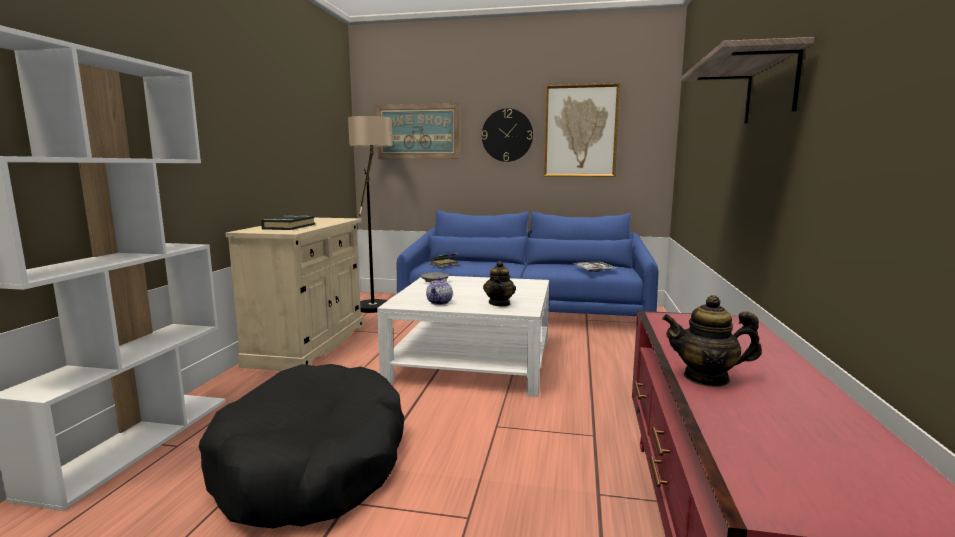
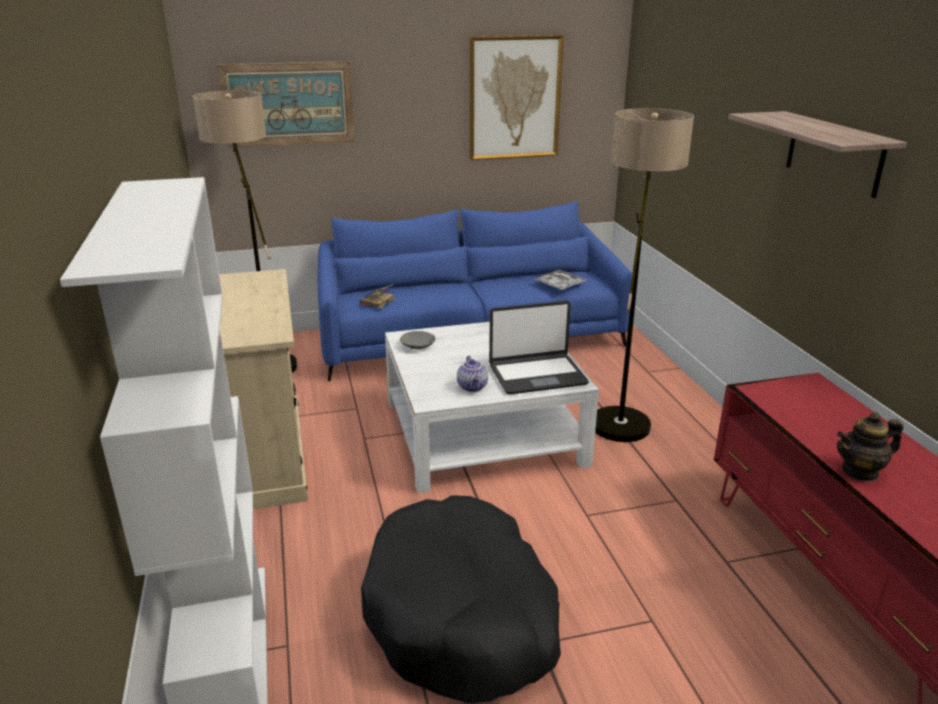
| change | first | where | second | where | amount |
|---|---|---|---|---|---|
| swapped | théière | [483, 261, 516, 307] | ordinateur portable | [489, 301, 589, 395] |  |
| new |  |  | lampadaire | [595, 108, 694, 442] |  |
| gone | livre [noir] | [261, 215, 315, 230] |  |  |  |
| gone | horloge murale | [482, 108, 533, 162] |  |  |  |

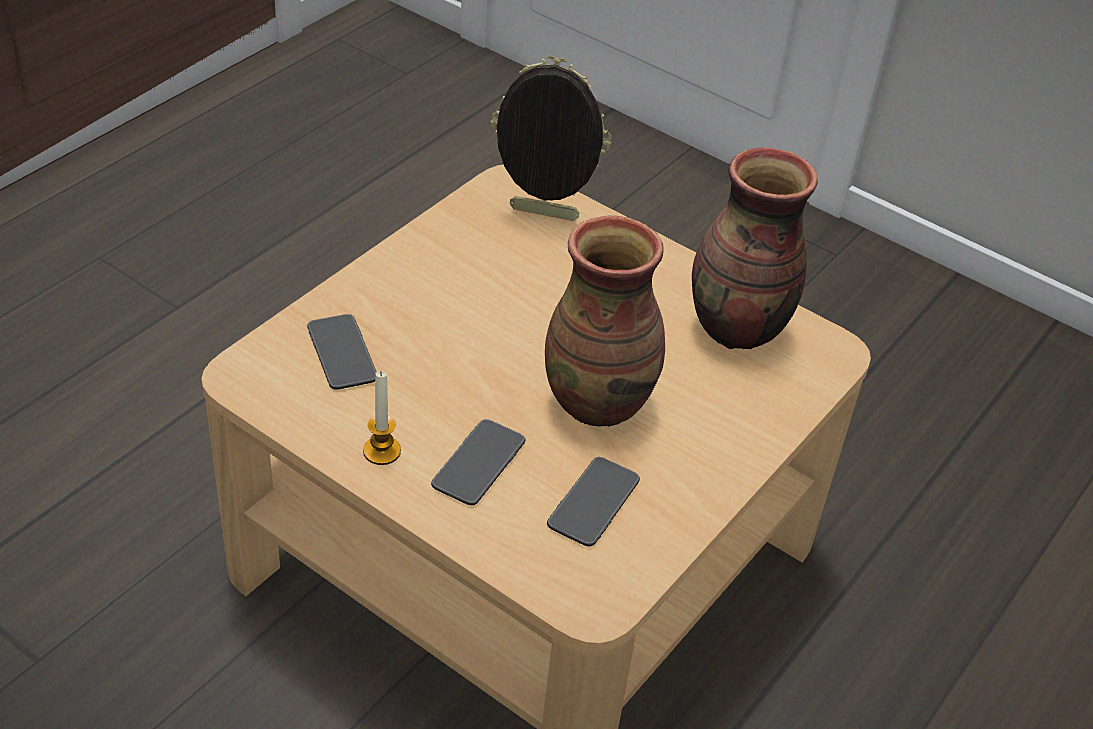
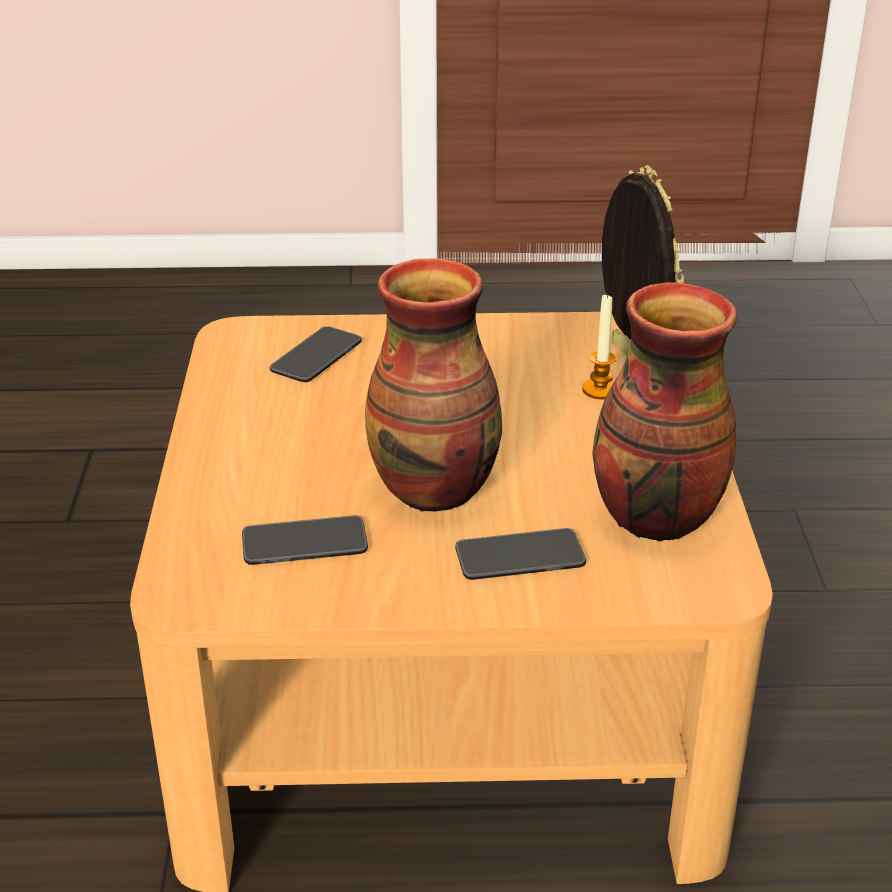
| change | first | where | second | where | amount |
|---|---|---|---|---|---|
| shifted | téléphone | [431, 419, 525, 505] |  | [455, 528, 586, 580] |  |
| shifted | bougie | [363, 371, 401, 465] |  | [582, 293, 617, 399] |  |

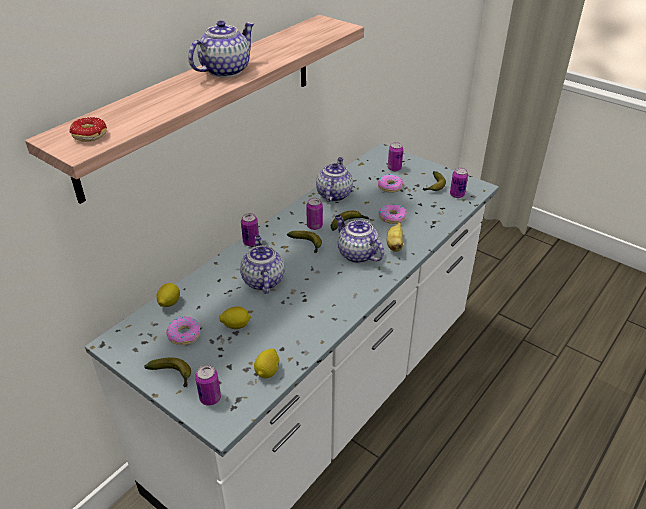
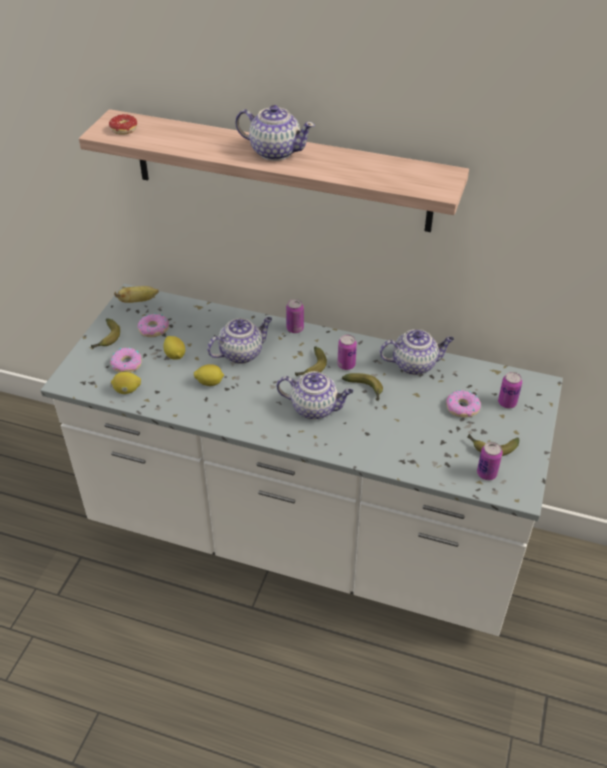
| change | first | where | second | where | amount |
|---|---|---|---|---|---|
| shifted | beignet | [378, 204, 406, 224] |  | [110, 348, 142, 373] |  |
| shifted | banane | [387, 223, 403, 252] |  | [114, 286, 159, 303] |  |
| shifted | citron | [156, 283, 180, 307] |  | [194, 364, 224, 386] |  |
| rotated | théière | [335, 215, 384, 263] |  | [276, 371, 353, 420] | 75 degrees clockwise |
| gone | boîte métallique | [195, 365, 221, 406] |  |  |  |

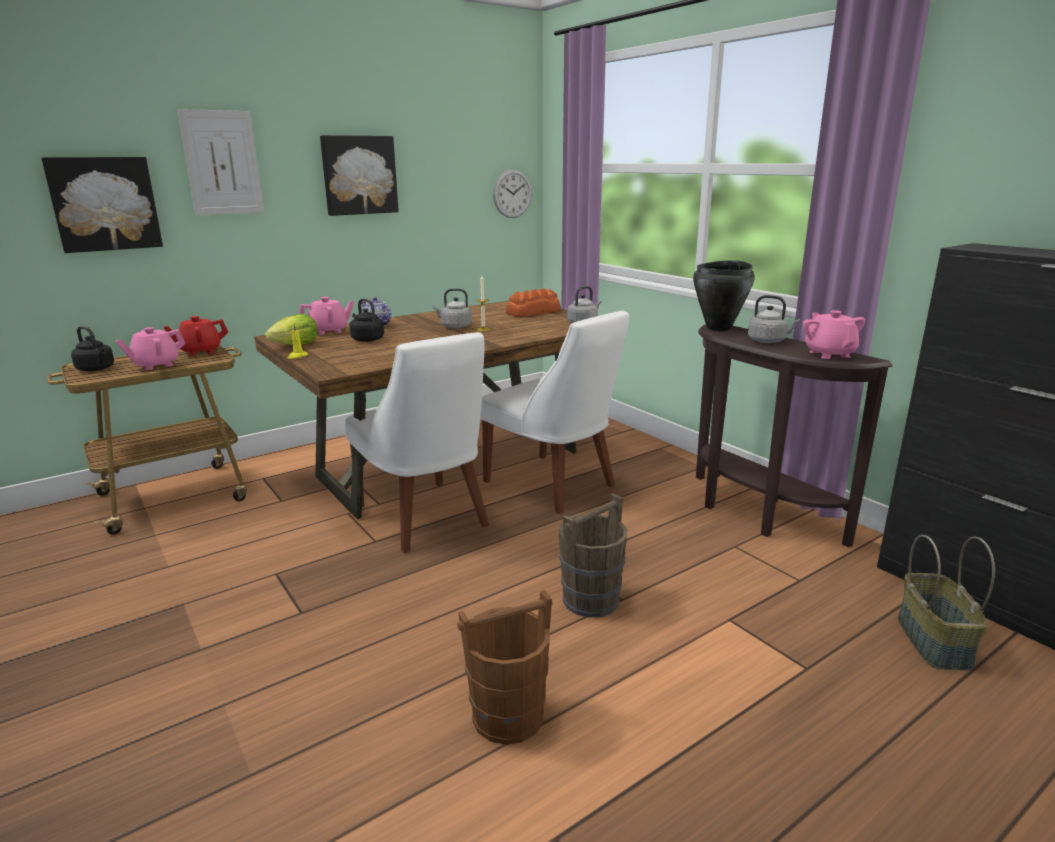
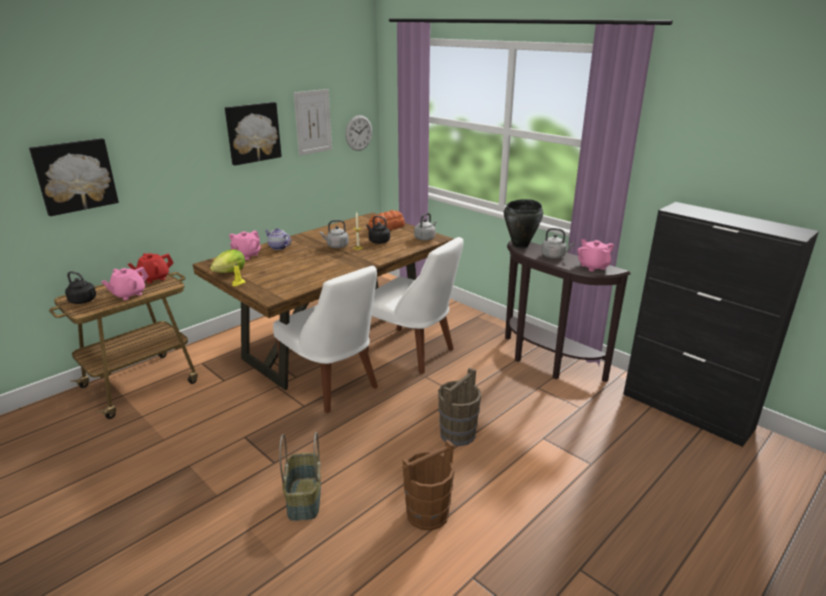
| change | first | where | second | where | amount |
|---|---|---|---|---|---|
| rotated | théière [rose] | [299, 297, 354, 335] |  | [229, 231, 261, 260] | 150 degrees clockwise |
| shifted | panier | [898, 535, 995, 671] |  | [279, 432, 321, 521] |  |
| shifted | tableau | [177, 109, 264, 216] |  | [294, 89, 332, 156] |  |
| shifted | bouilloire [noir] | [350, 299, 384, 342] |  | [366, 216, 390, 244] |  |

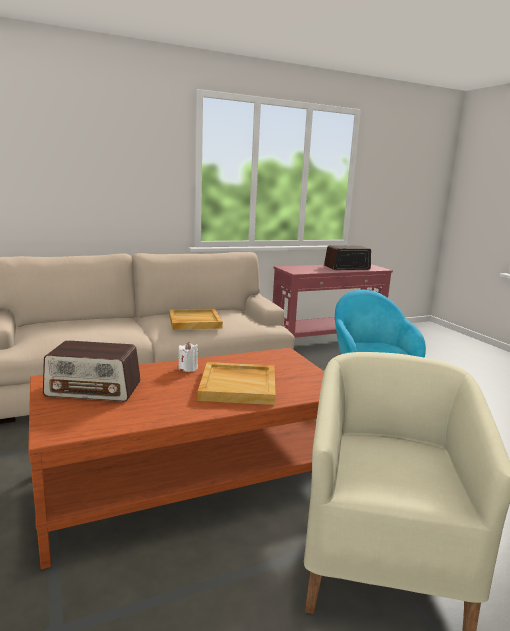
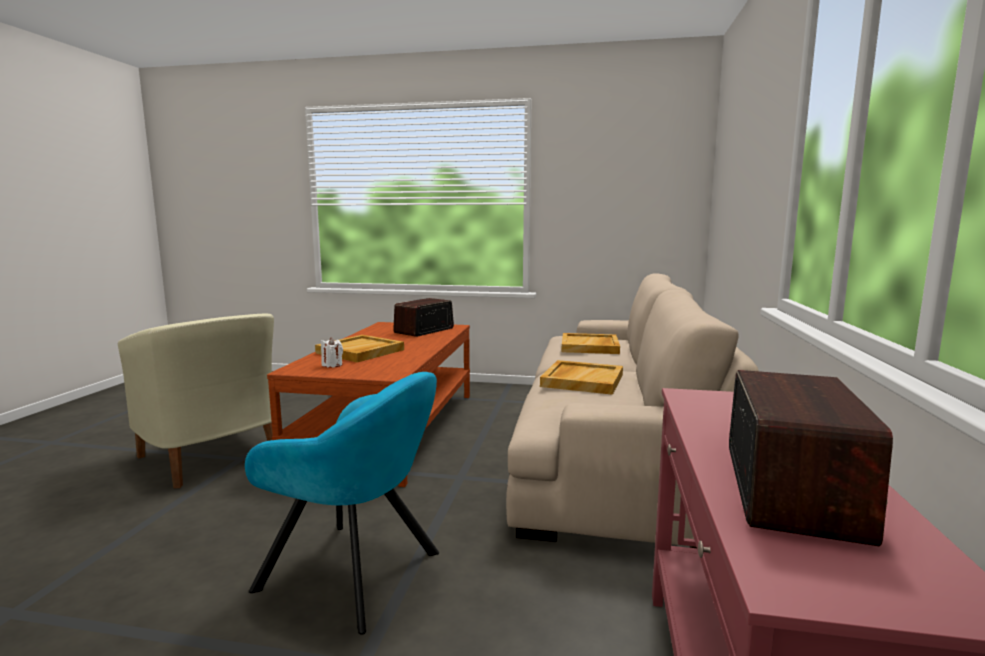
| change | first | where | second | where | amount |
|---|---|---|---|---|---|
| shifted | bougie [blanc] | [179, 342, 198, 372] |  | [321, 338, 343, 368] |  |
| new |  |  | plateau [beige] | [561, 333, 620, 354] |  |

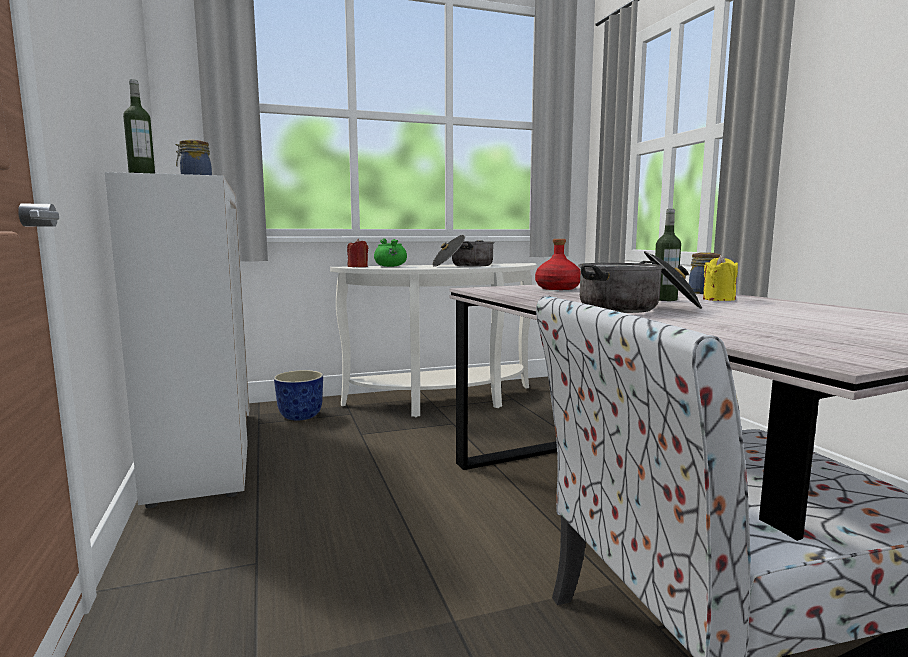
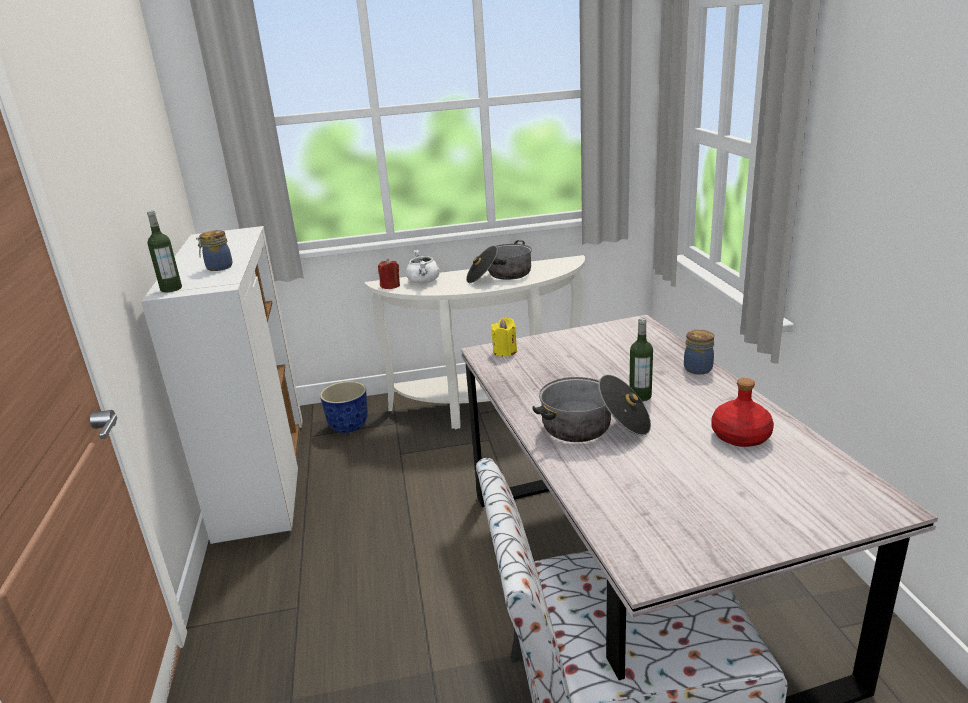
| change | first | where | second | where | amount |
|---|---|---|---|---|---|
| repainted | marmite [vert] | [374, 238, 407, 267] | marmite [blanc] | [406, 250, 440, 283] |  |
| shifted | bougie [jaune] | [703, 255, 738, 301] |  | [491, 317, 517, 357] |  |
| shifted | bouteille [rouge] | [535, 239, 580, 290] |  | [711, 378, 774, 447] |  |

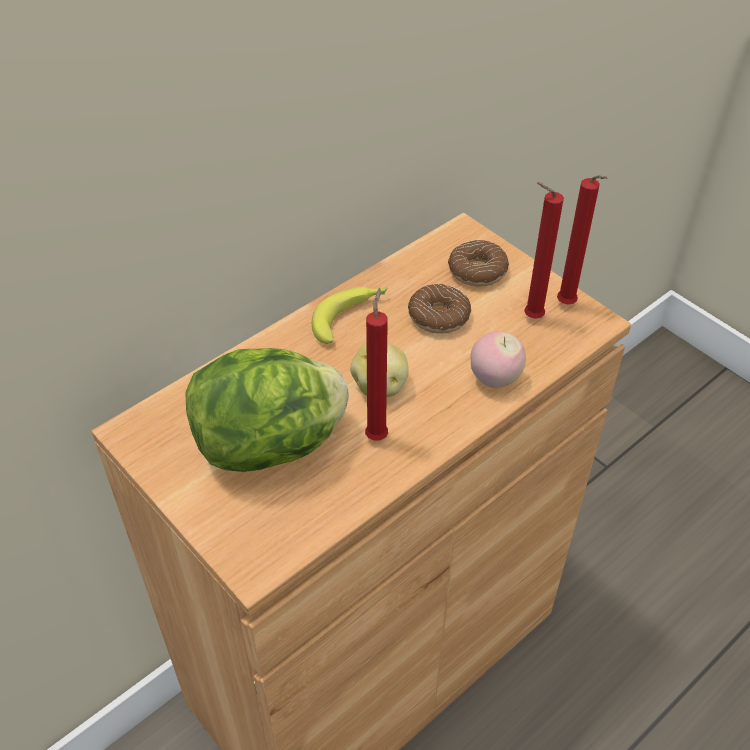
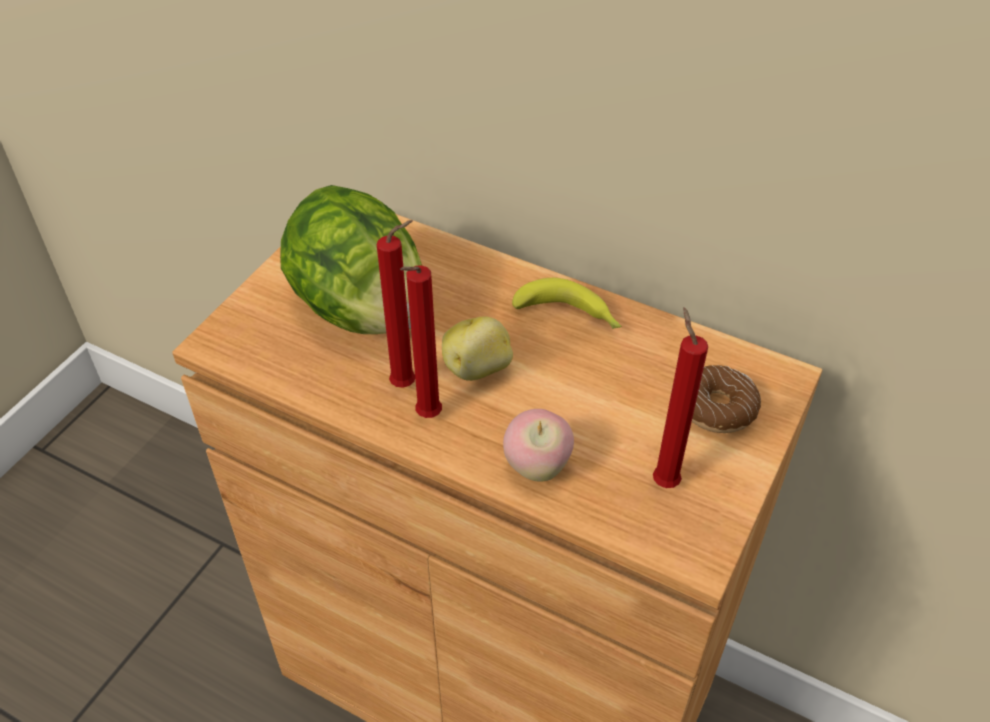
| change | first | where | second | where | amount |
|---|---|---|---|---|---|
| shifted | bougie [rouge] | [557, 175, 607, 305] |  | [400, 265, 442, 418] |  |
| gone | beignet | [408, 284, 471, 334] |  |  |  |

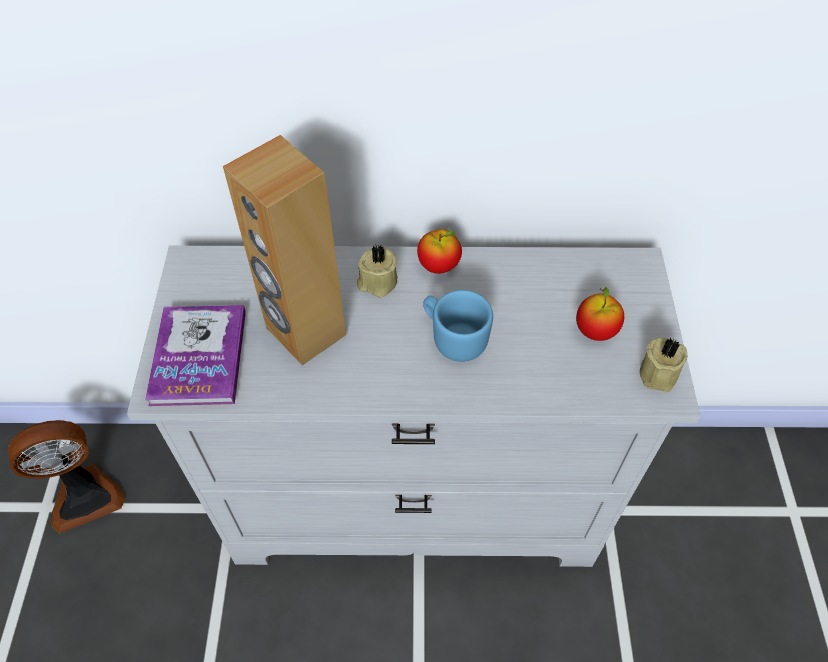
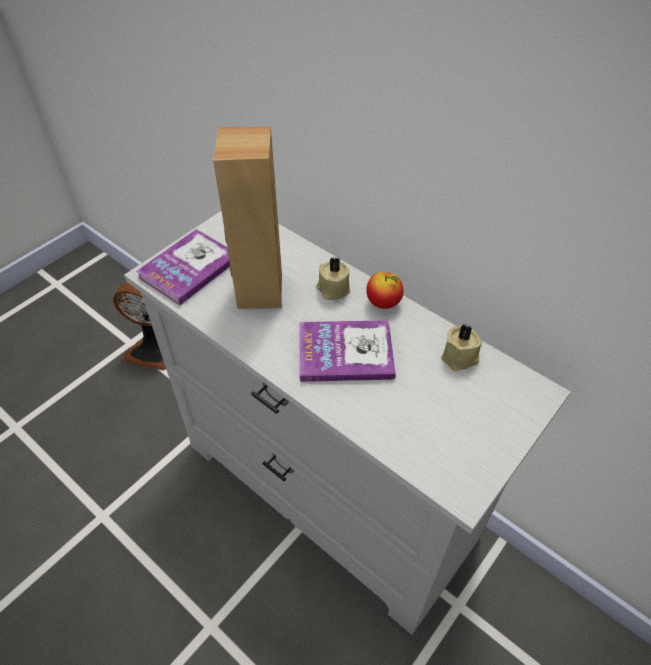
| change | first | where | second | where | amount |
|---|---|---|---|---|---|
| swapped | mug [bleu] | [423, 290, 493, 362] | livre | [300, 320, 396, 382] |  |
| shifted | bougie [beige] | [640, 338, 687, 392] |  | [441, 324, 482, 371] |  |
| gone | pomme | [576, 287, 624, 341] |  |  |  |

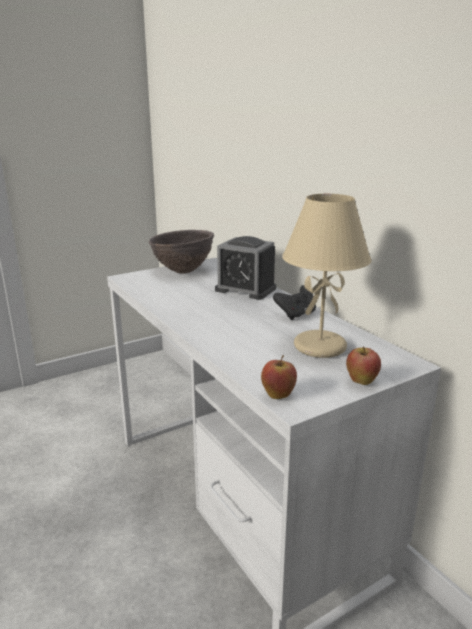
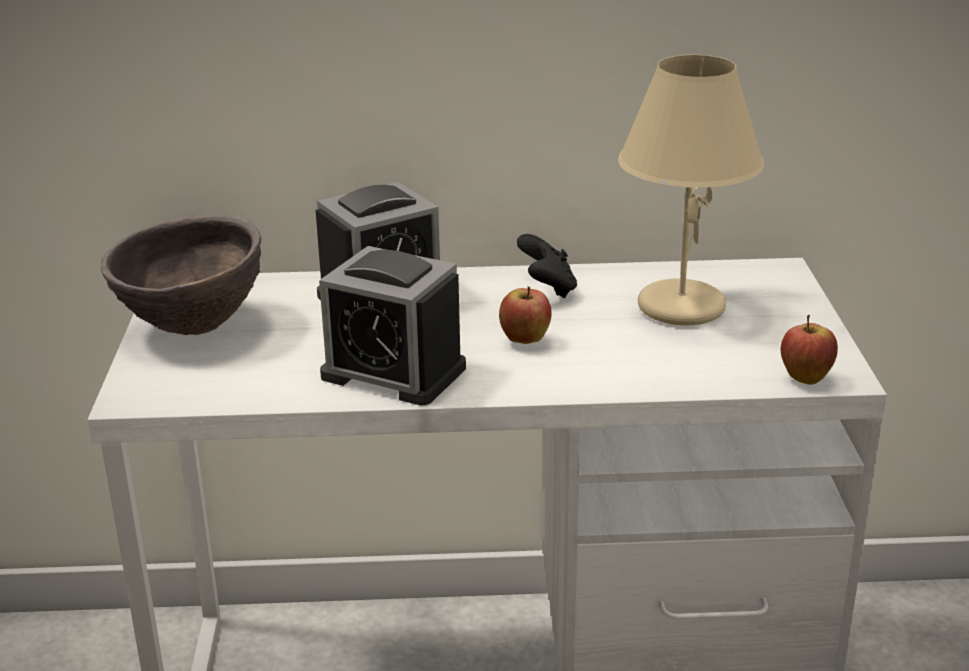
| change | first | where | second | where | amount |
|---|---|---|---|---|---|
| new |  |  | réveil | [319, 246, 466, 405] |  |
| shifted | pomme | [346, 346, 381, 385] |  | [499, 286, 552, 344] |  |

